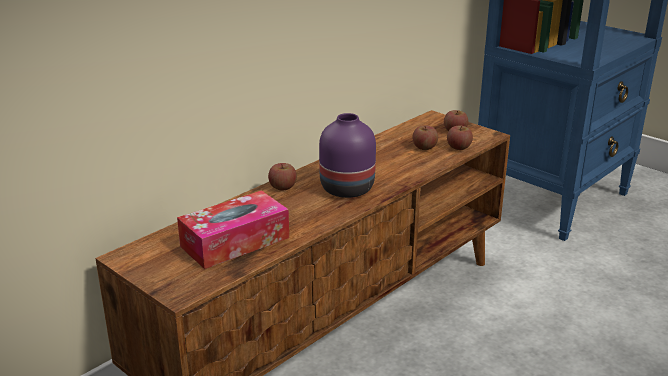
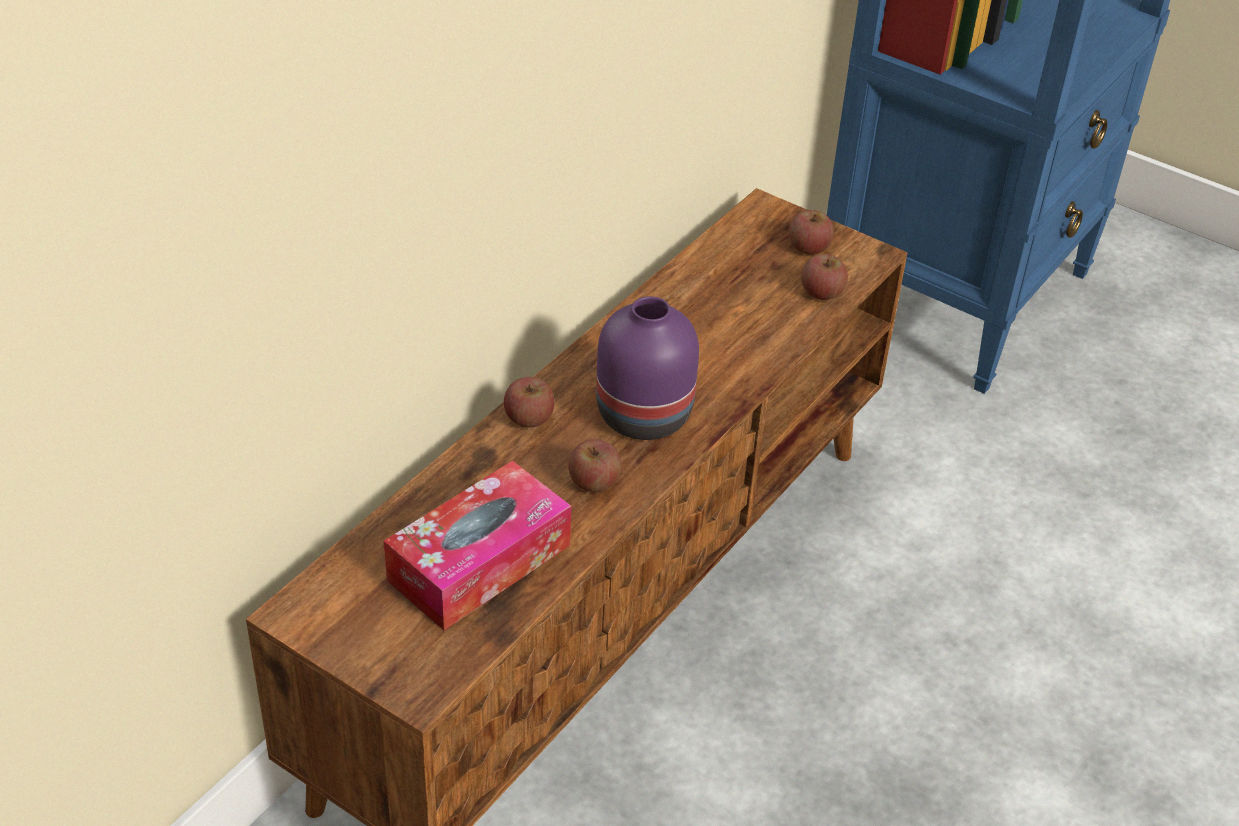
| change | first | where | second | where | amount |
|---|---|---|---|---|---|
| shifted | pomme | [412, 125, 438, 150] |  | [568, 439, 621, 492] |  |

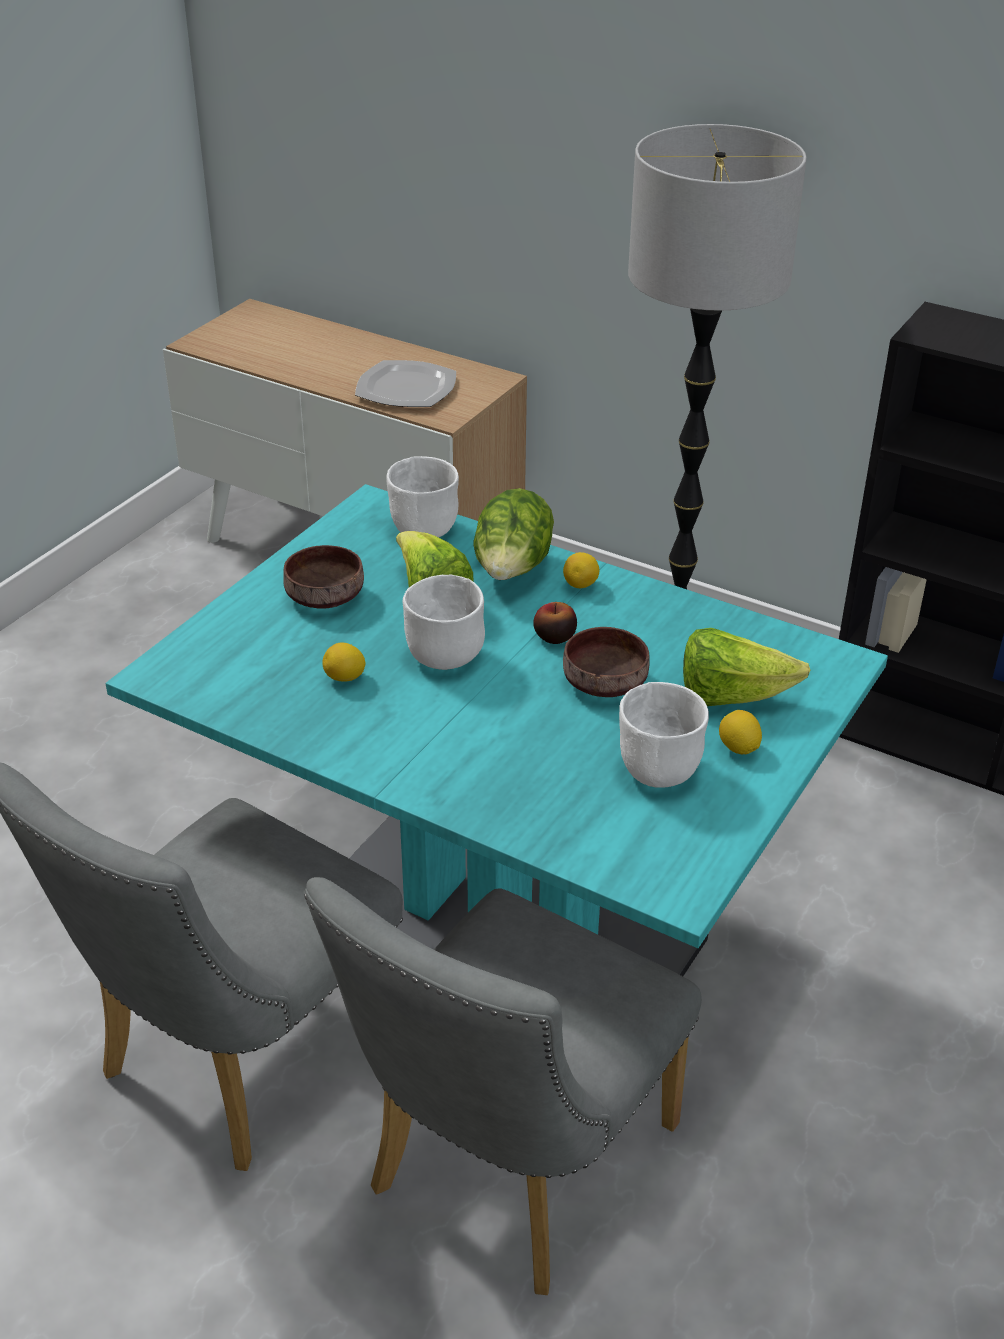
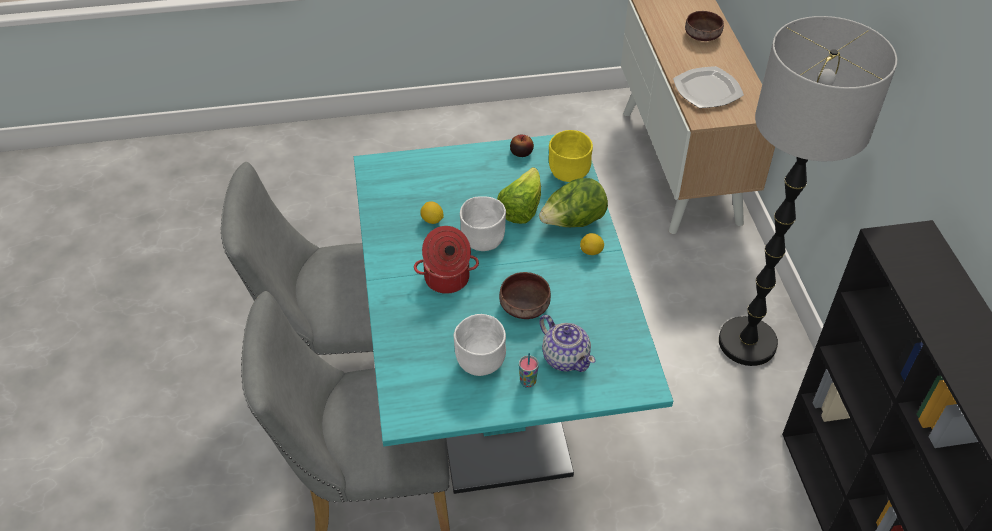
| change | first | where | second | where | amount |
|---|---|---|---|---|---|
| new |  |  | marmite | [414, 226, 479, 294] |  |
| shifted | pomme | [533, 602, 577, 644] |  | [510, 135, 534, 157] |  |
| swapped | citron | [719, 710, 762, 754] | tasse | [519, 353, 539, 388] |  |
| swapped | laitue | [683, 628, 810, 706] | théière | [539, 315, 595, 372] |  |
| repainted | bol [blanc] | [386, 456, 459, 538] | bol [jaune] | [549, 130, 593, 182] |  |
| shifted | bol [marron] | [283, 545, 364, 608] |  | [685, 11, 724, 41] |  |

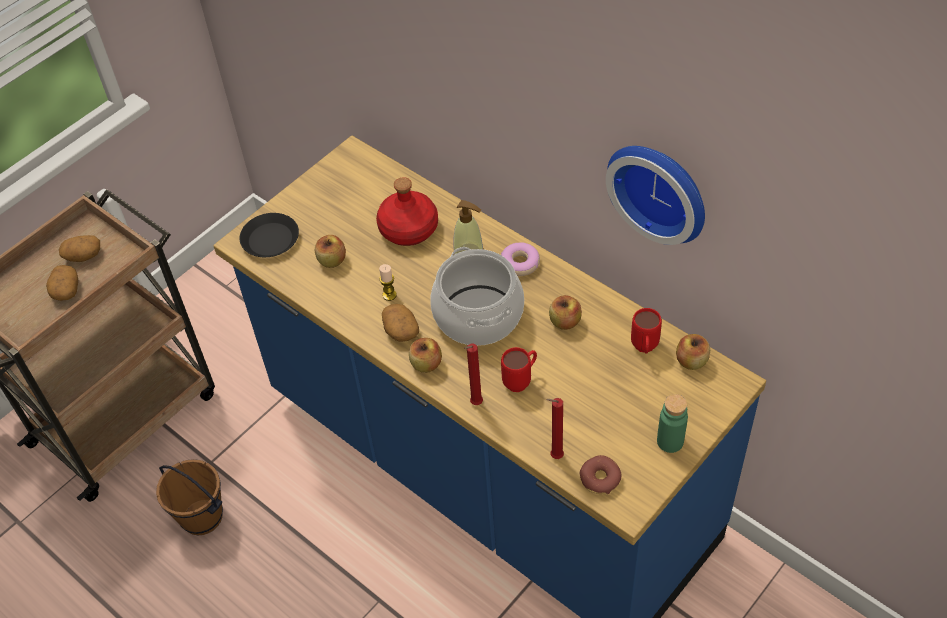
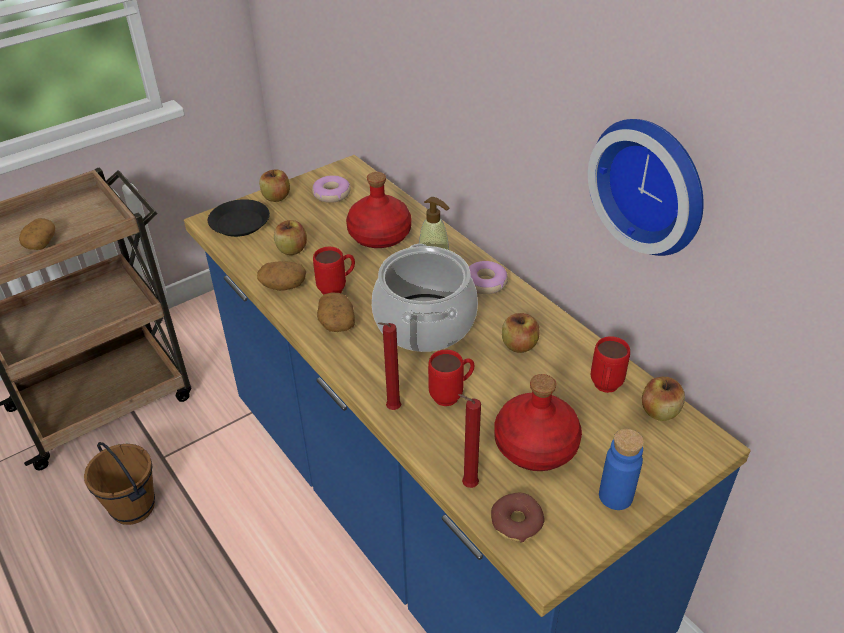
| change | first | where | second | where | amount |
|---|---|---|---|---|---|
| shifted | pomme de terre | [59, 235, 100, 262] |  | [257, 261, 306, 291] |  |
| shifted | pomme | [409, 338, 442, 373] |  | [259, 170, 290, 202] |  |
| new |  |  | beignet | [312, 175, 351, 203] |  |
| swapped | bougie | [379, 264, 397, 301] | mug [rouge] | [313, 247, 355, 295] |  |
| new |  |  | bouteille [rouge] | [494, 374, 582, 471] |  |
| repainted | bouteille [vert] | [657, 394, 688, 453] | bouteille [bleu] | [599, 429, 644, 510] |  |

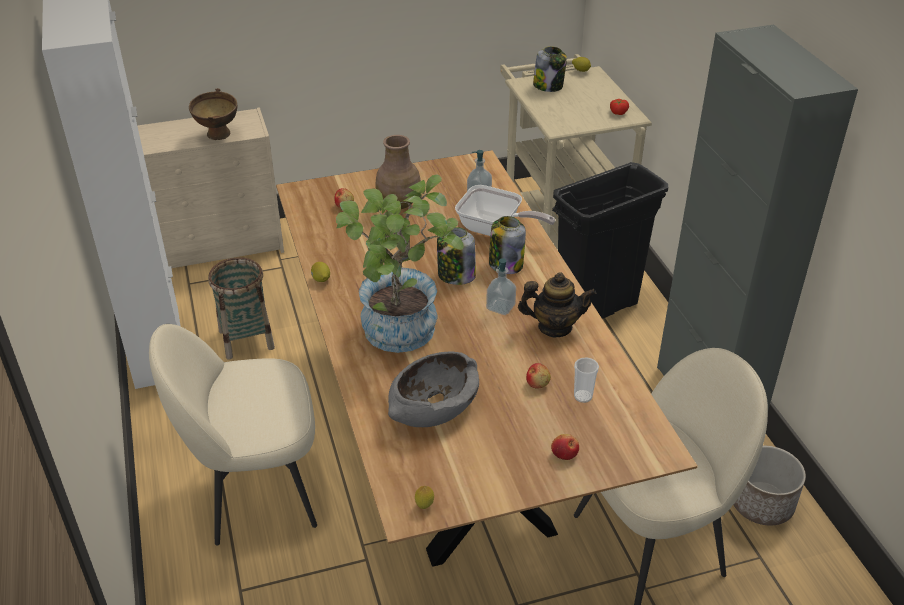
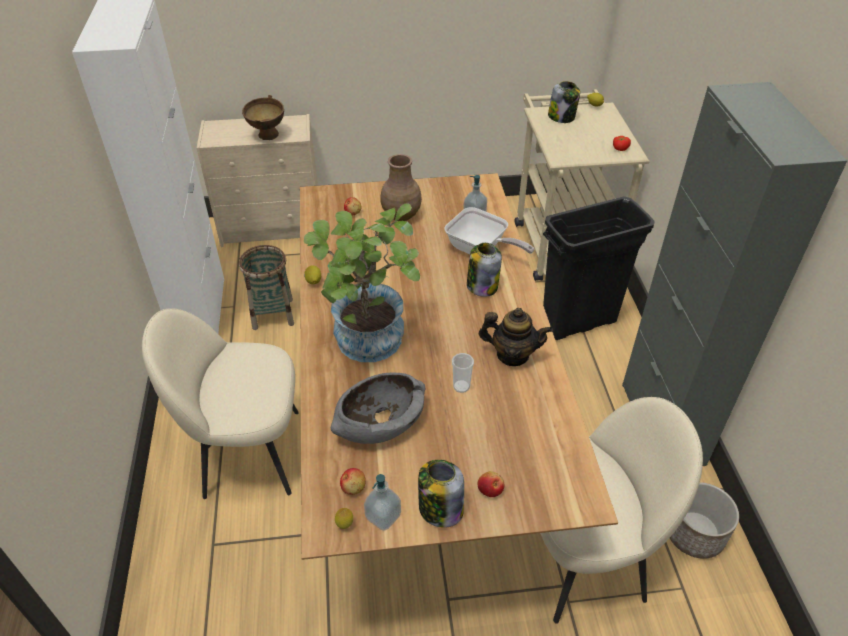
| change | first | where | second | where | amount |
|---|---|---|---|---|---|
| shifted | pomme | [526, 363, 551, 389] |  | [340, 468, 366, 495] |  |
| shifted | distributeur de savon | [486, 258, 516, 315] |  | [364, 474, 401, 531] |  |
| shifted | bocal | [437, 227, 476, 285] |  | [418, 460, 464, 528] |  |
| shifted | tasse | [574, 357, 599, 403] |  | [452, 353, 474, 393] |  |

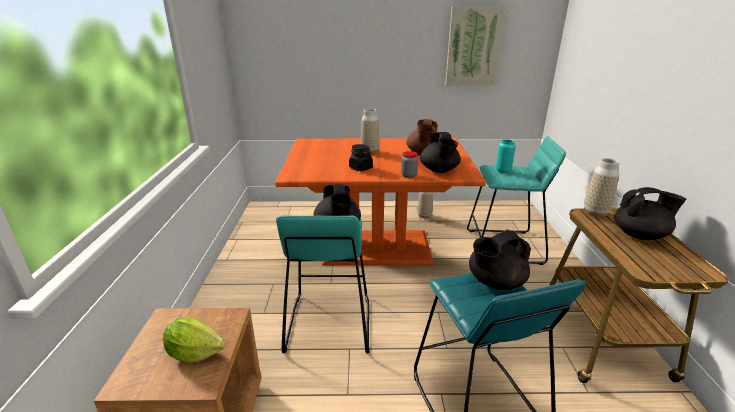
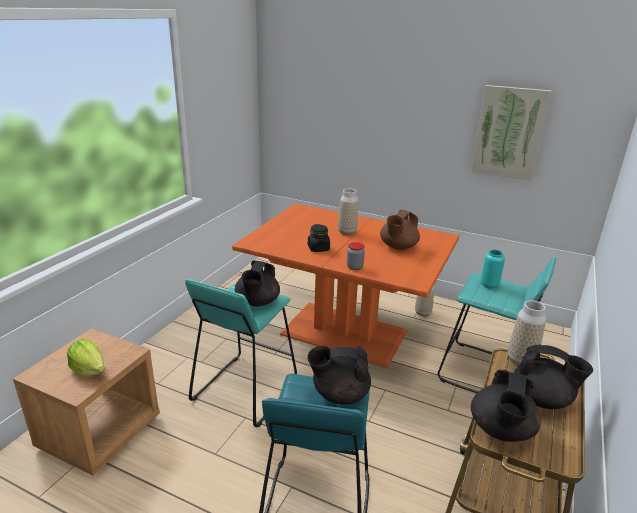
| change | first | where | second | where | amount |
|---|---|---|---|---|---|
| shifted | théière [noir] | [420, 132, 461, 173] |  | [471, 370, 541, 442] |  |

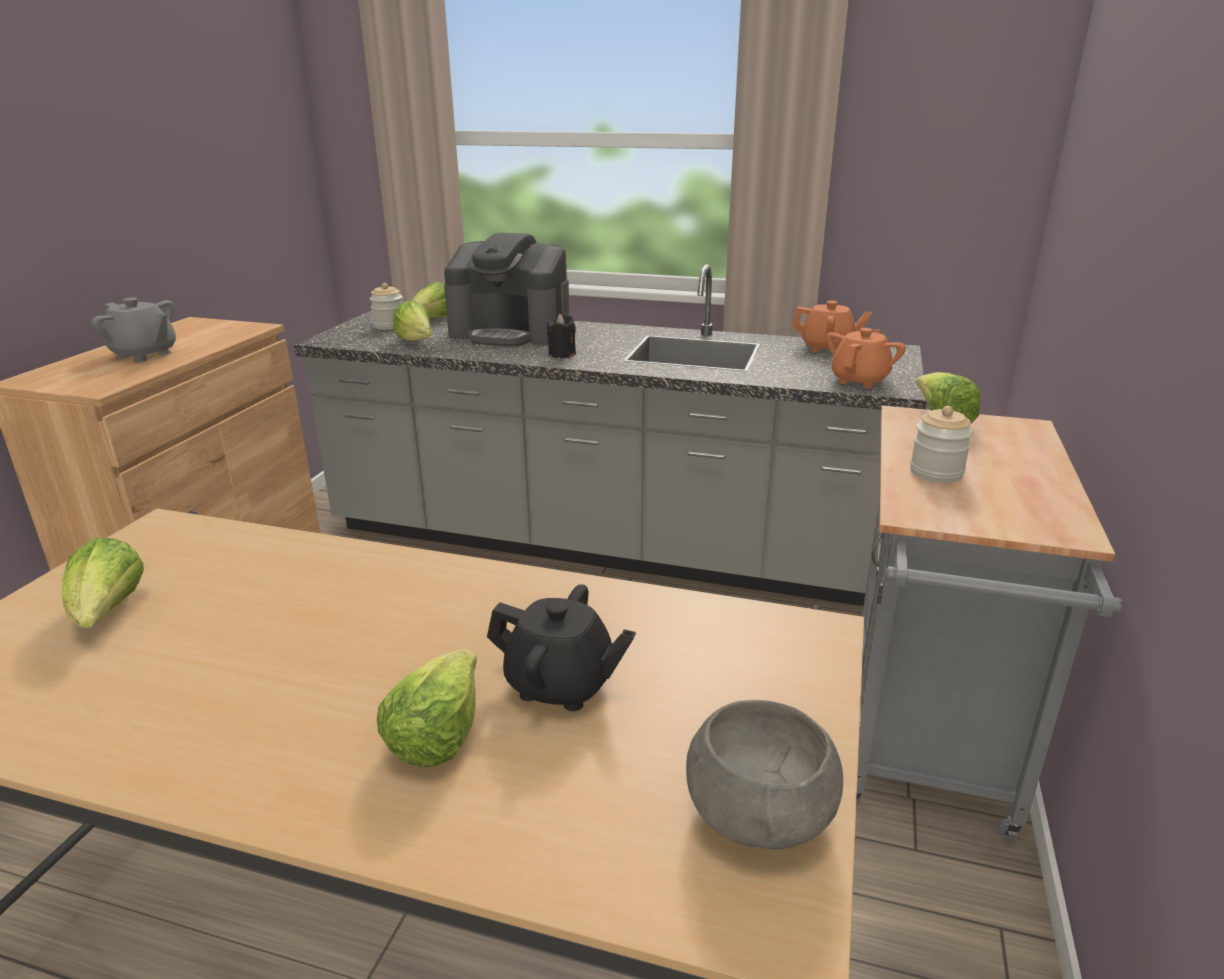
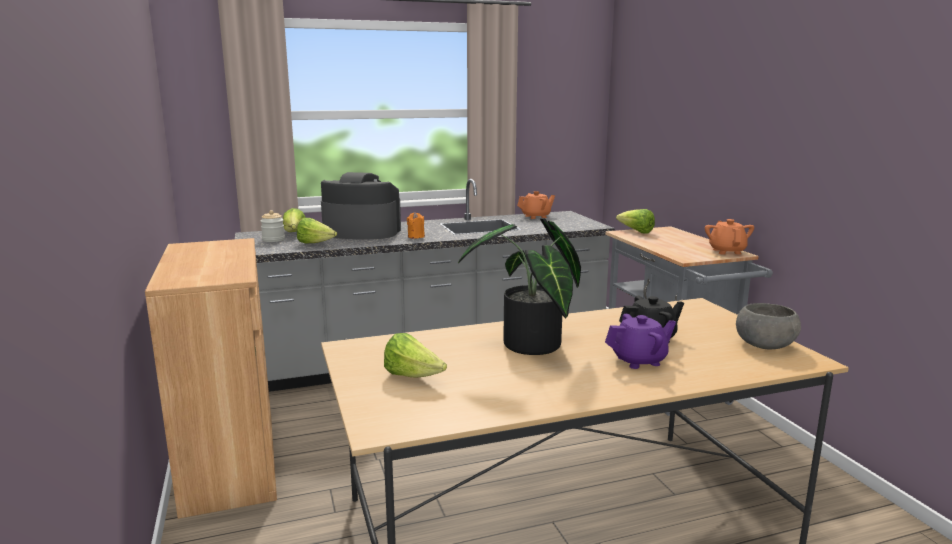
| change | first | where | second | where | amount |
|---|---|---|---|---|---|
| rotated | machine à café | [444, 232, 569, 346] |  | [321, 172, 401, 239] | 150 degrees counterclockwise |
| repainted | bougie [noir] | [547, 314, 576, 358] | bougie [orange] | [407, 212, 425, 239] |  |
| new |  |  | plante en pot | [458, 218, 581, 355] |  |
| swapped | laitue | [377, 649, 477, 767] | théière [violet] | [605, 314, 676, 369] |  |
| shifted | théière [orange] | [826, 328, 906, 389] |  | [705, 219, 754, 255] |  |
| gone | théière [gris] | [91, 297, 176, 362] |  |  |  |
| gone | bocal | [910, 406, 973, 483] |  |  |  |

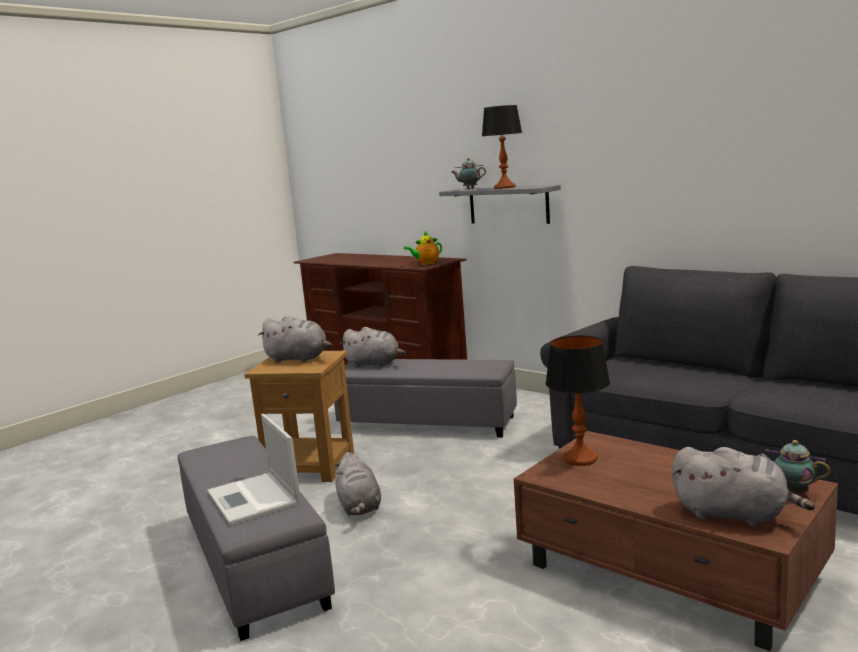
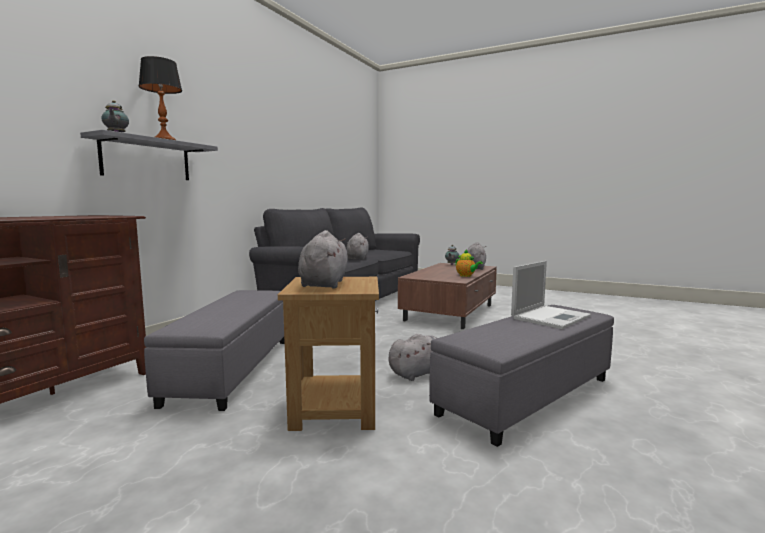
| change | first | where | second | where | amount |
|---|---|---|---|---|---|
| shifted | peluche [gris] | [340, 327, 406, 367] |  | [346, 233, 369, 260] |  |
| shifted | théière | [404, 231, 442, 265] |  | [455, 249, 483, 277] |  |
| gone | lampe de table | [546, 336, 610, 466] |  |  |  |

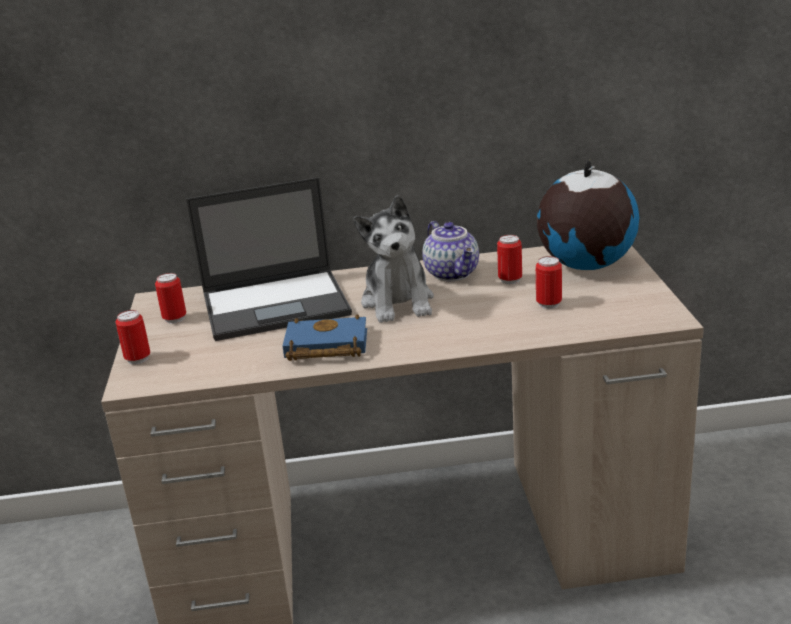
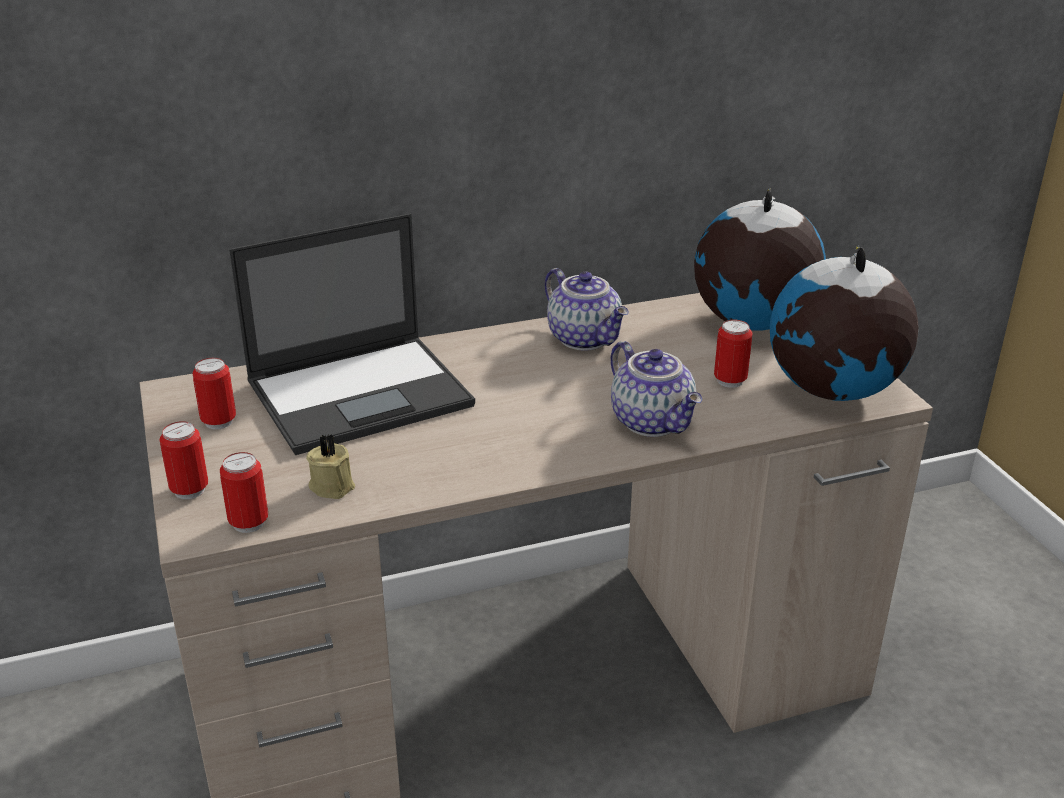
| change | first | where | second | where | amount |
|---|---|---|---|---|---|
| shifted | boîte métallique | [497, 235, 522, 284] |  | [220, 452, 268, 533] |  |
| new |  |  | bougie [beige] | [306, 433, 355, 499] |  |
| new |  |  | théière | [611, 341, 702, 437] |  |
| new |  |  | globe | [770, 245, 919, 401] |  |
| gone | livre [bleu] | [283, 314, 367, 361] |  |  |  |
| gone | peluche | [353, 195, 434, 323] |  |  |  |

